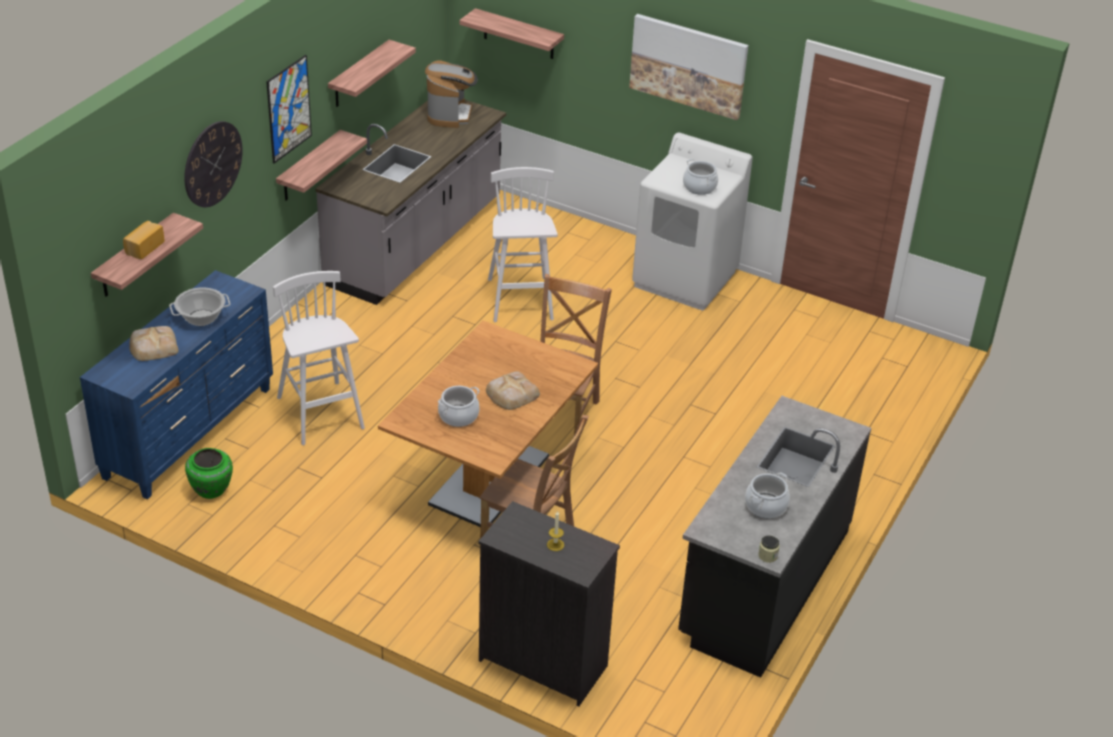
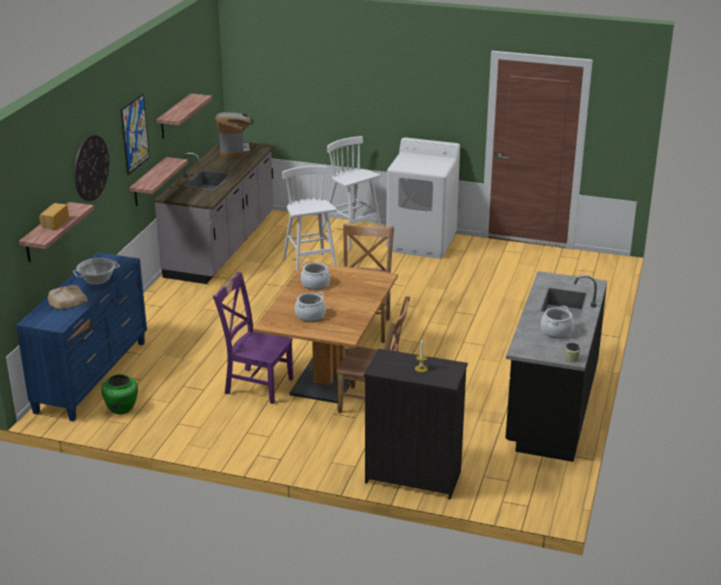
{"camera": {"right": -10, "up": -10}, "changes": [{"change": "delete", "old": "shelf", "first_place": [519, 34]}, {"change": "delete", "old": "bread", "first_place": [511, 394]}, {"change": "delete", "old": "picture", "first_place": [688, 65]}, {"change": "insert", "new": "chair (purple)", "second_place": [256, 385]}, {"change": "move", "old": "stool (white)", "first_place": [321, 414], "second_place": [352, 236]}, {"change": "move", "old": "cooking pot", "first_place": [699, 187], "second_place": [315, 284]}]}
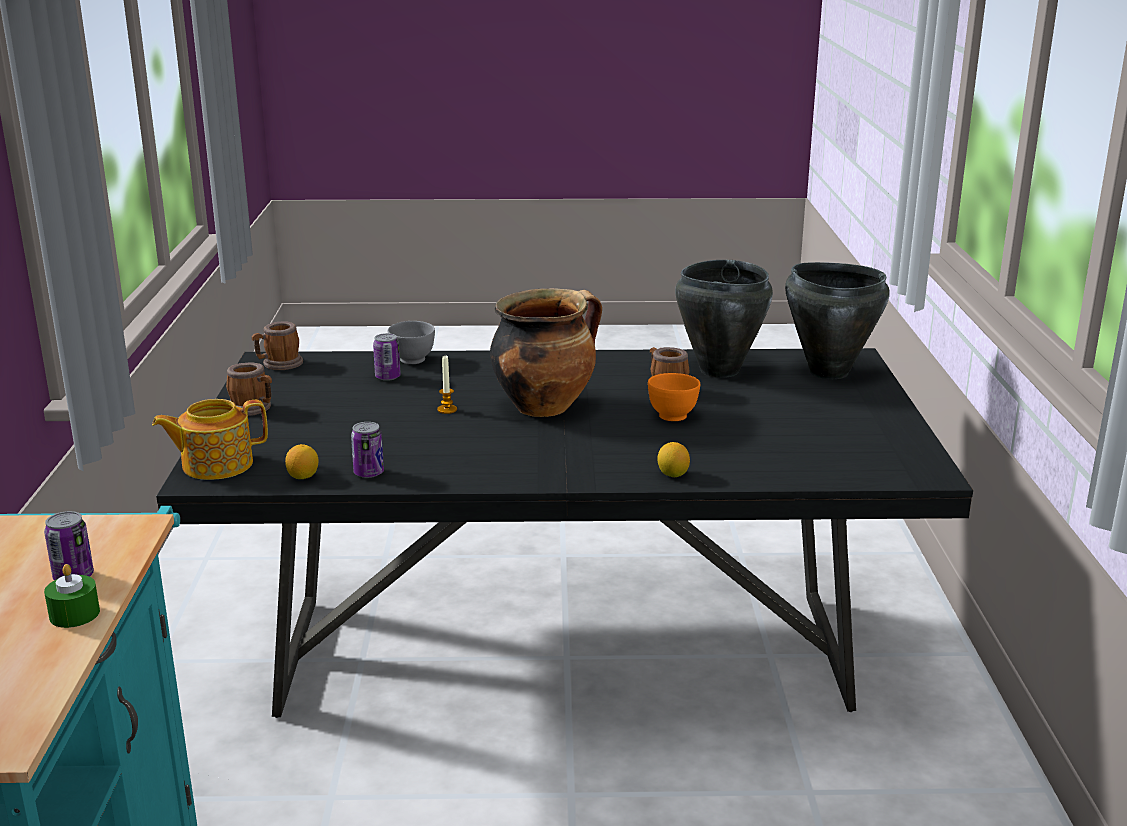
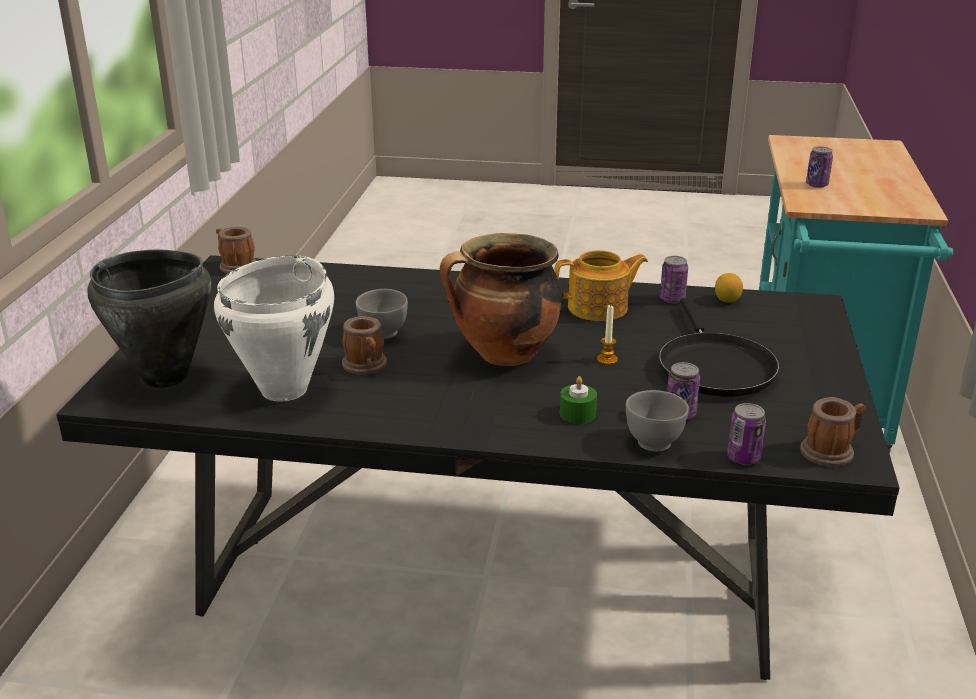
{"camera": {"right": -170, "up": 5}, "changes": [{"change": "delete", "old": "lemon", "first_place": [673, 474]}, {"change": "insert", "new": "frying pan (black)", "second_place": [714, 367]}, {"change": "insert", "new": "can", "second_place": [743, 458]}, {"change": "move", "old": "candle (green)", "first_place": [74, 614], "second_place": [577, 414]}, {"change": "move", "old": "teapot", "first_place": [215, 465], "second_place": [599, 308]}, {"change": "move", "old": "mug", "first_place": [253, 409], "second_place": [235, 266]}, {"change": "recolor", "old": "bowl (orange)", "new": "bowl (grey)", "first_place": [672, 416], "second_place": [383, 333]}, {"change": "recolor", "old": "cooking pot (black)", "new": "cooking pot (white)", "first_place": [718, 371], "second_place": [285, 390]}]}
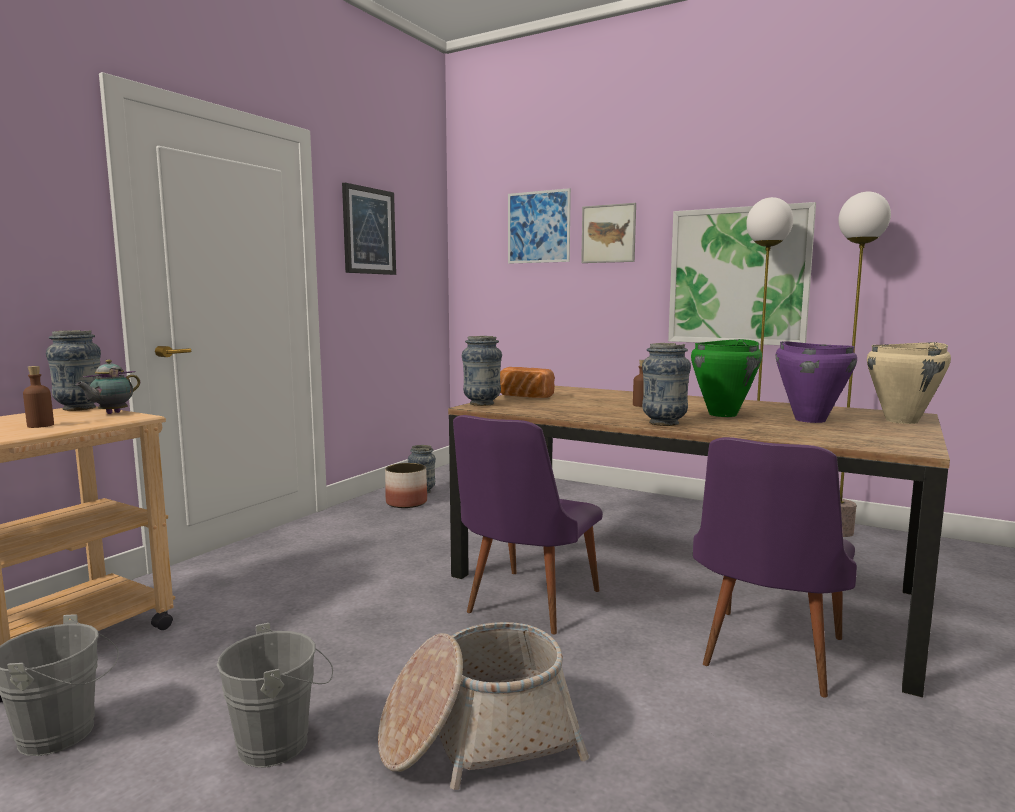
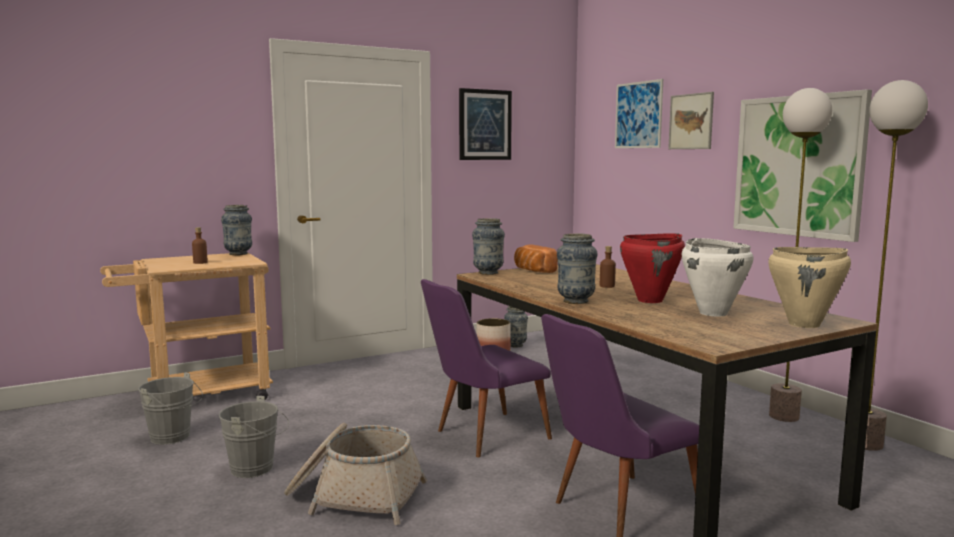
{"camera": {"right": 30, "up": 0}, "changes": [{"change": "delete", "old": "teapot", "first_place": [111, 413]}, {"change": "recolor", "old": "cooking pot (green)", "new": "cooking pot (red)", "first_place": [723, 414], "second_place": [650, 300]}, {"change": "recolor", "old": "cooking pot (purple)", "new": "cooking pot (white)", "first_place": [809, 420], "second_place": [713, 313]}]}
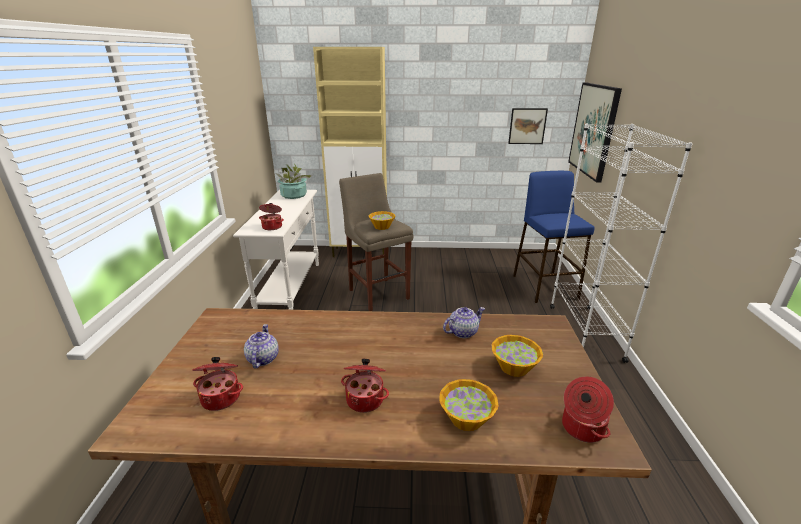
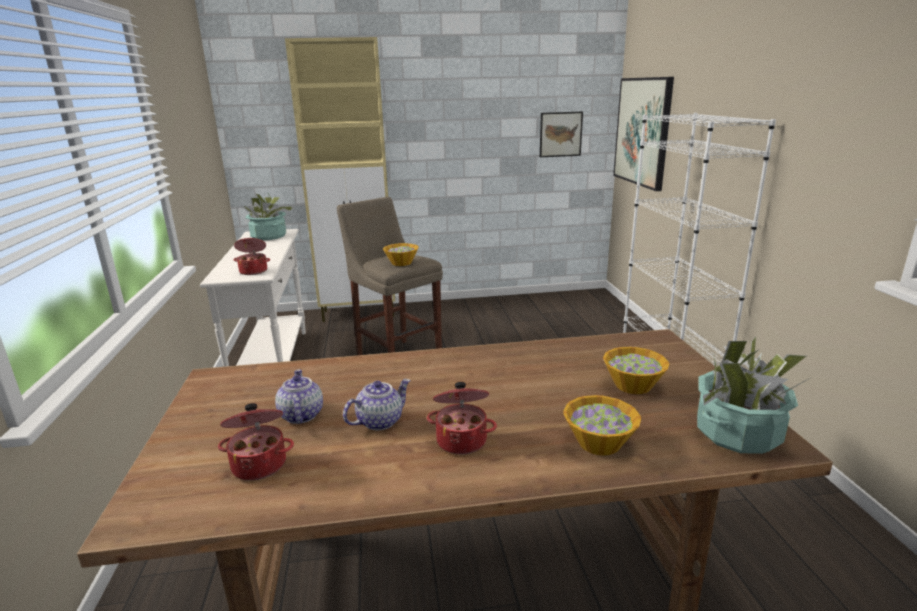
{"camera": {"right": -10, "up": -5}, "changes": [{"change": "delete", "old": "stool (blue)", "first_place": [544, 286]}, {"change": "move", "old": "teapot", "first_place": [463, 332], "second_place": [380, 421]}, {"change": "replace", "old": "cooking pot", "new": "potted plant", "first_place": [581, 428], "second_place": [737, 433]}]}
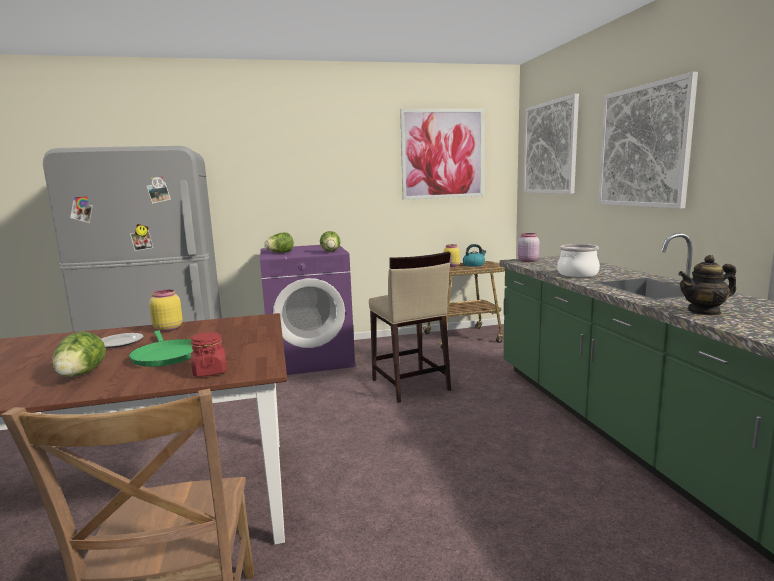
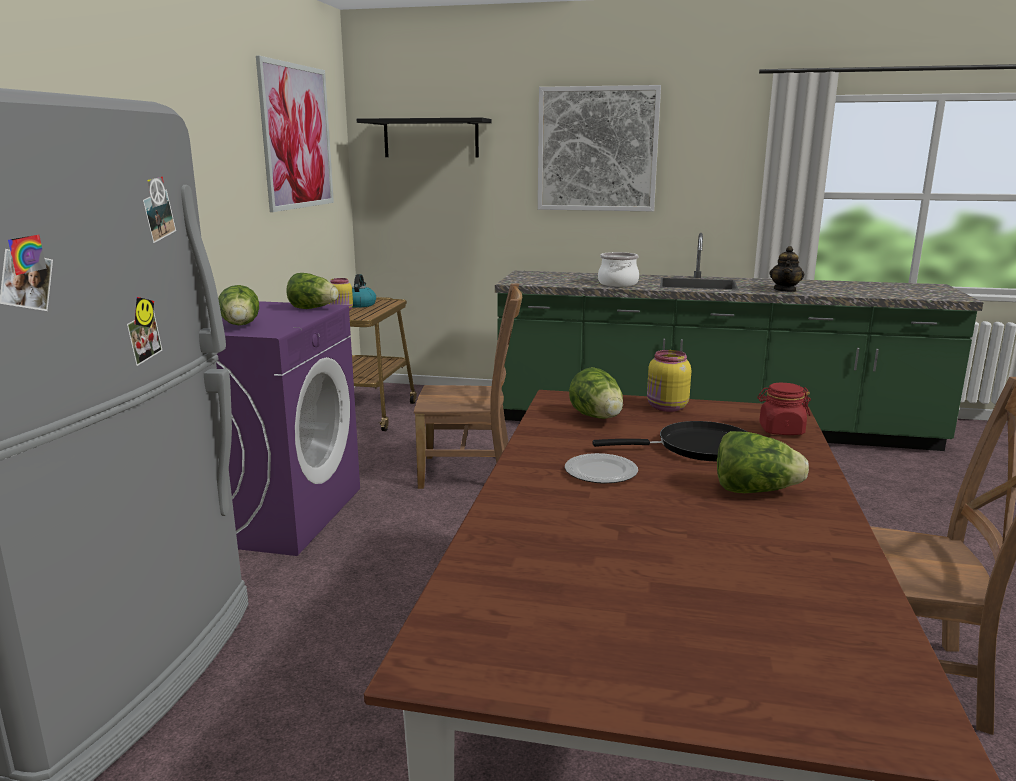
{"camera": {"right": -65, "up": 5}, "changes": [{"change": "delete", "old": "jar (pink)", "first_place": [527, 261]}, {"change": "insert", "new": "lettuce", "second_place": [598, 418]}, {"change": "move", "old": "jar (yellow)", "first_place": [167, 328], "second_place": [666, 408]}, {"change": "replace", "old": "stool (beige)", "new": "chair (brown)", "first_place": [410, 385], "second_place": [471, 472]}, {"change": "replace", "old": "picture", "new": "shelf (black)", "first_place": [550, 148], "second_place": [431, 138]}, {"change": "recolor", "old": "frying pan (green)", "new": "frying pan (black)", "first_place": [165, 355], "second_place": [698, 447]}]}
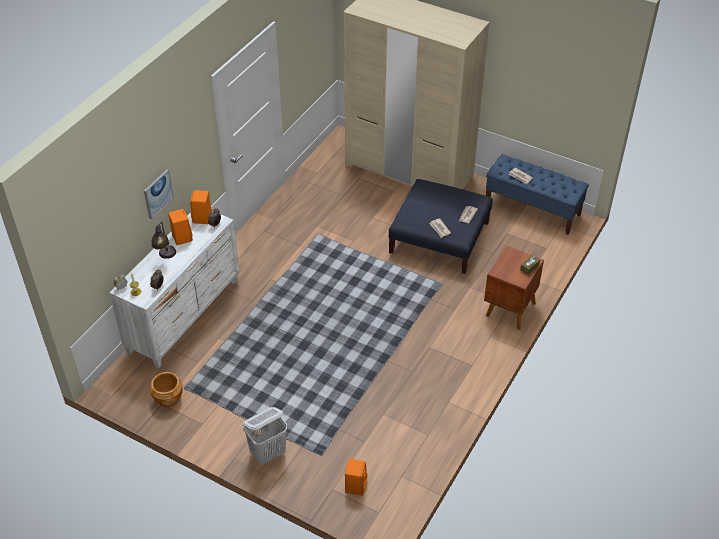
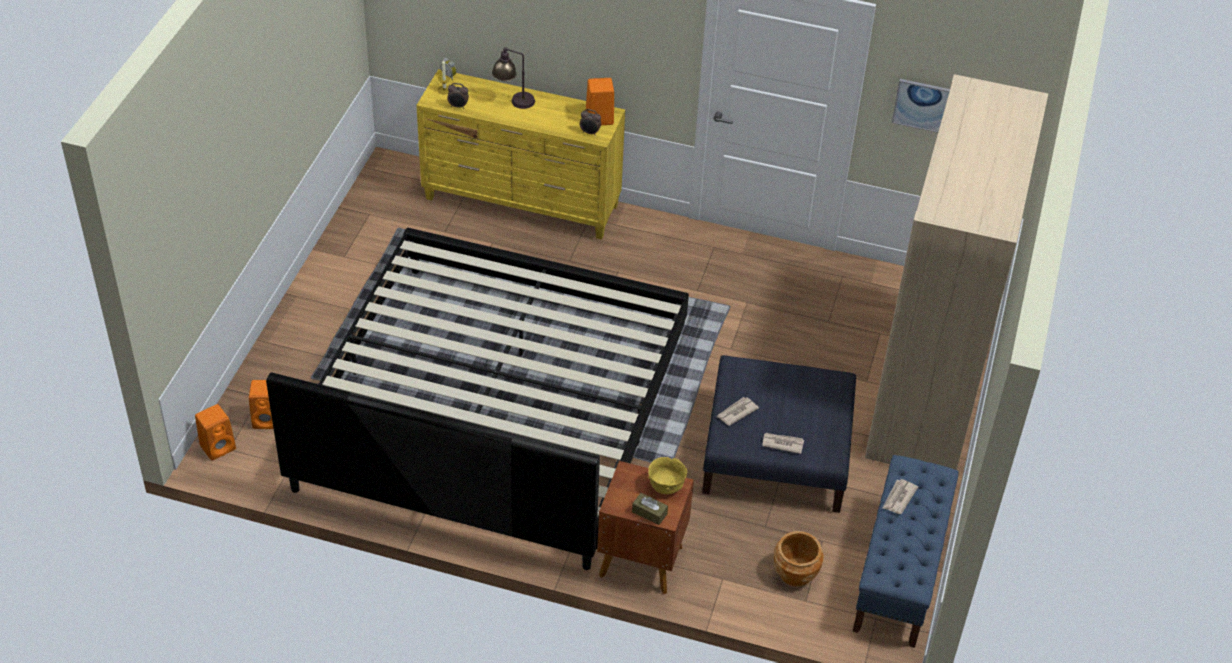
{"camera": {"right": 75, "up": 0}, "changes": [{"change": "delete", "old": "laundry basket (white)", "first_place": [268, 453]}, {"change": "insert", "new": "bed", "second_place": [493, 409]}, {"change": "insert", "new": "bowl (yellow)", "second_place": [666, 487]}, {"change": "move", "old": "picture", "first_place": [158, 193], "second_place": [922, 105]}, {"change": "move", "old": "planter (brown)", "first_place": [168, 398], "second_place": [795, 573]}, {"change": "move", "old": "speaker (orange)", "first_place": [181, 237], "second_place": [219, 446]}, {"change": "recolor", "old": "dresser (white)", "new": "dresser (yellow)", "first_place": [185, 316], "second_place": [522, 203]}]}
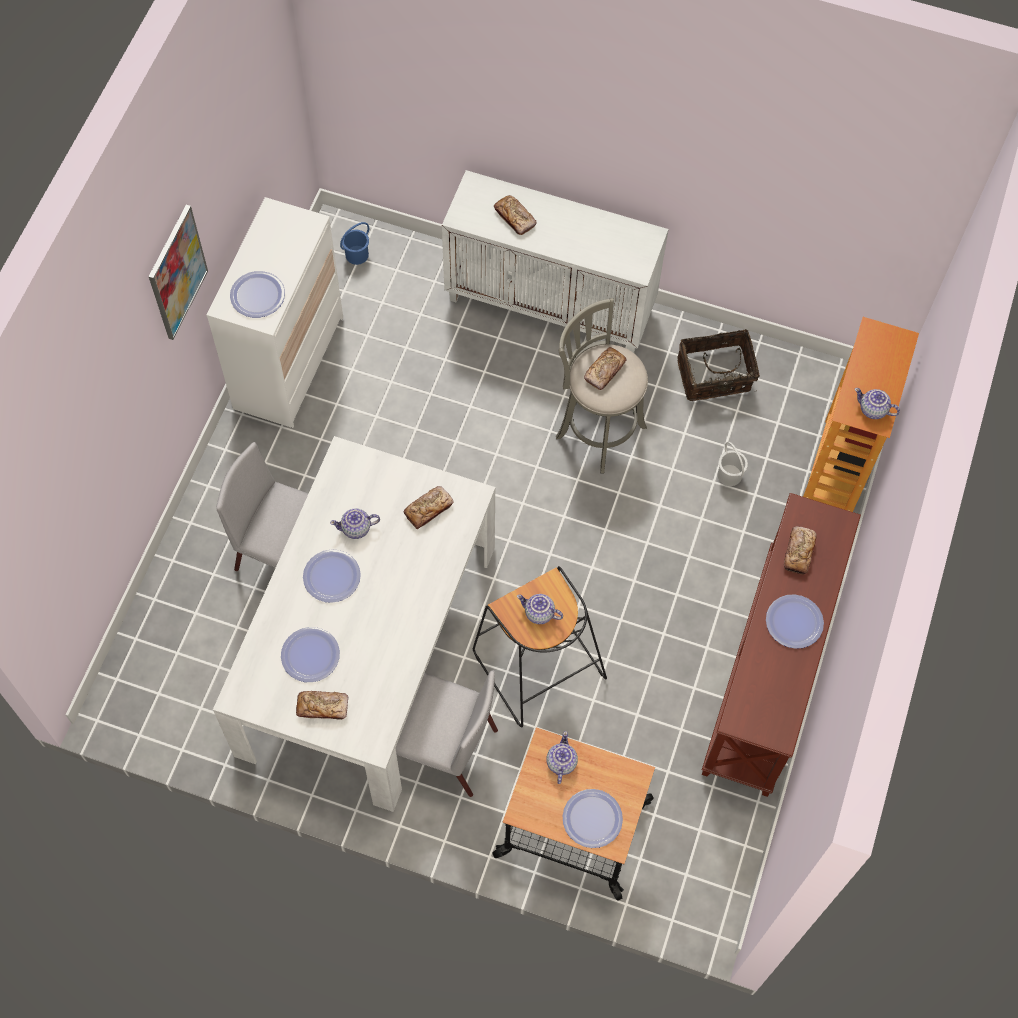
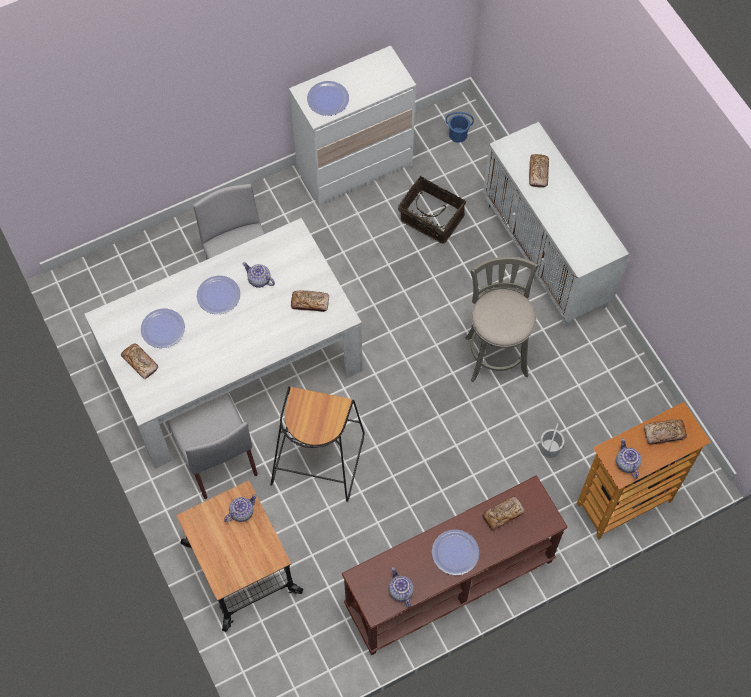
{"camera": {"right": 45, "up": 0}, "changes": [{"change": "delete", "old": "picture", "first_place": [177, 272]}, {"change": "delete", "old": "plate", "first_place": [592, 819]}, {"change": "move", "old": "teapot", "first_place": [538, 614], "second_place": [400, 591]}, {"change": "move", "old": "bread", "first_place": [605, 371], "second_place": [664, 434]}, {"change": "move", "old": "basket", "first_place": [714, 377], "second_place": [431, 219]}]}
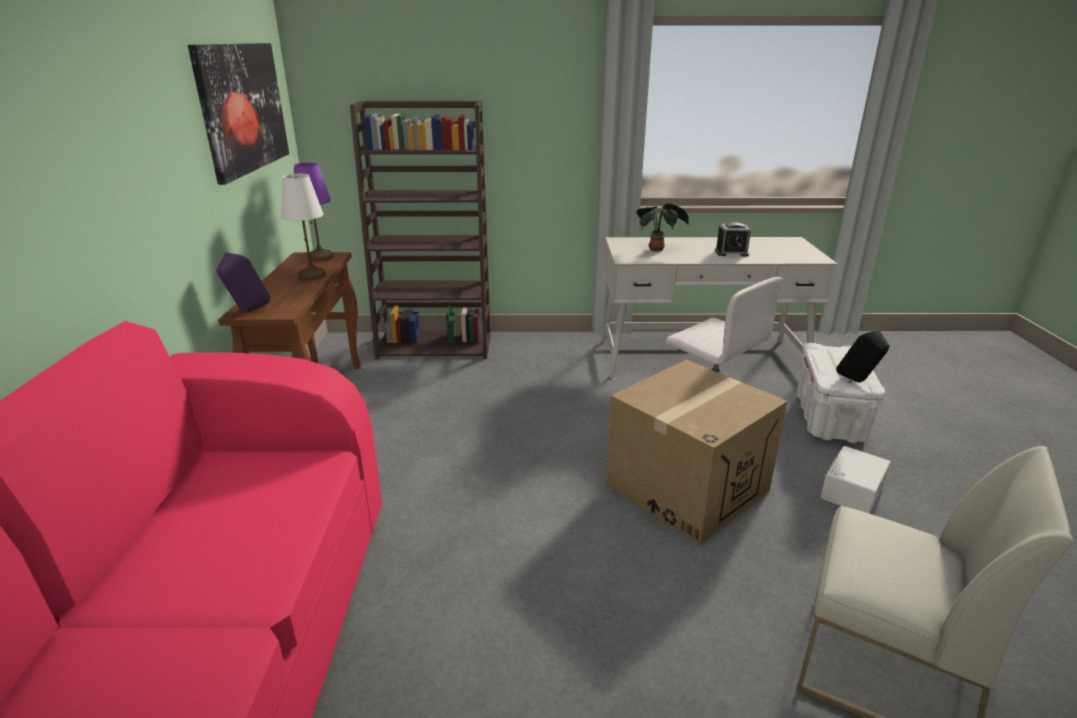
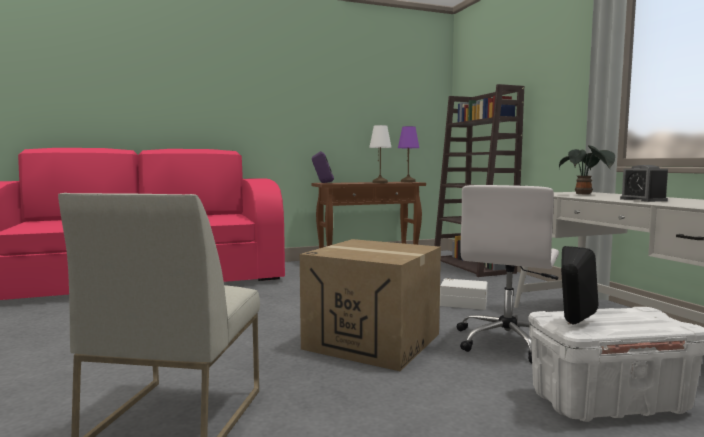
{"camera": {"right": 70, "up": -20}, "changes": [{"change": "delete", "old": "picture", "first_place": [243, 108]}, {"change": "move", "old": "storage box (white)", "first_place": [850, 490], "second_place": [463, 303]}]}
